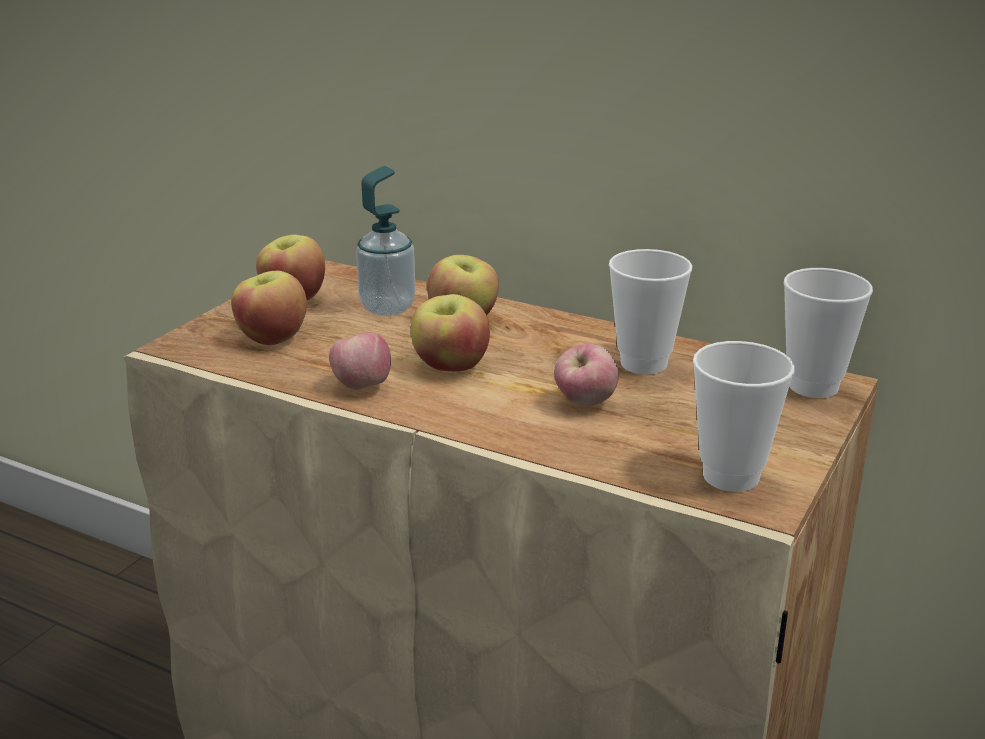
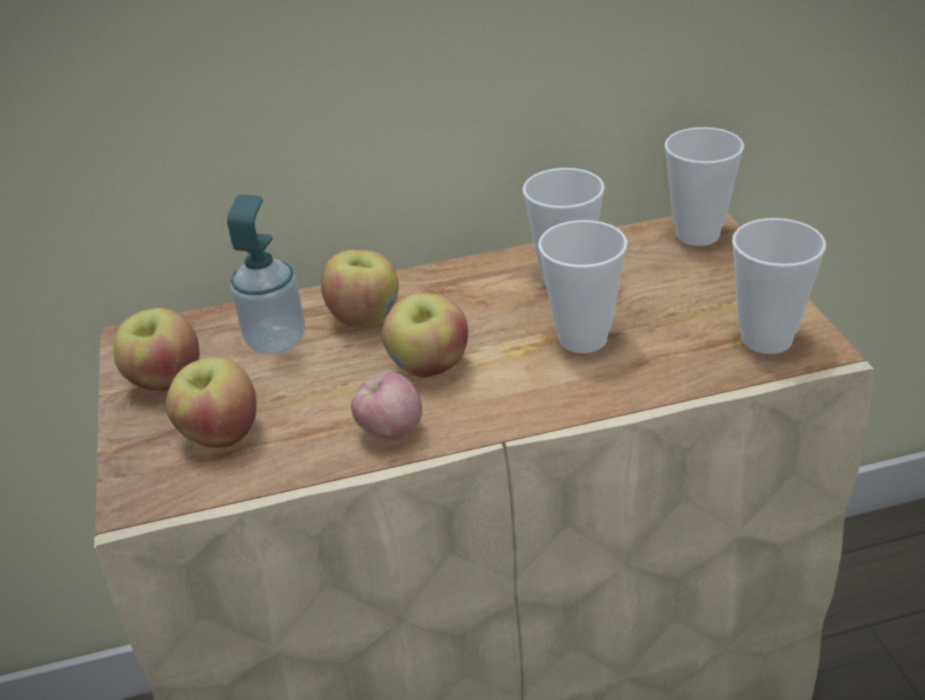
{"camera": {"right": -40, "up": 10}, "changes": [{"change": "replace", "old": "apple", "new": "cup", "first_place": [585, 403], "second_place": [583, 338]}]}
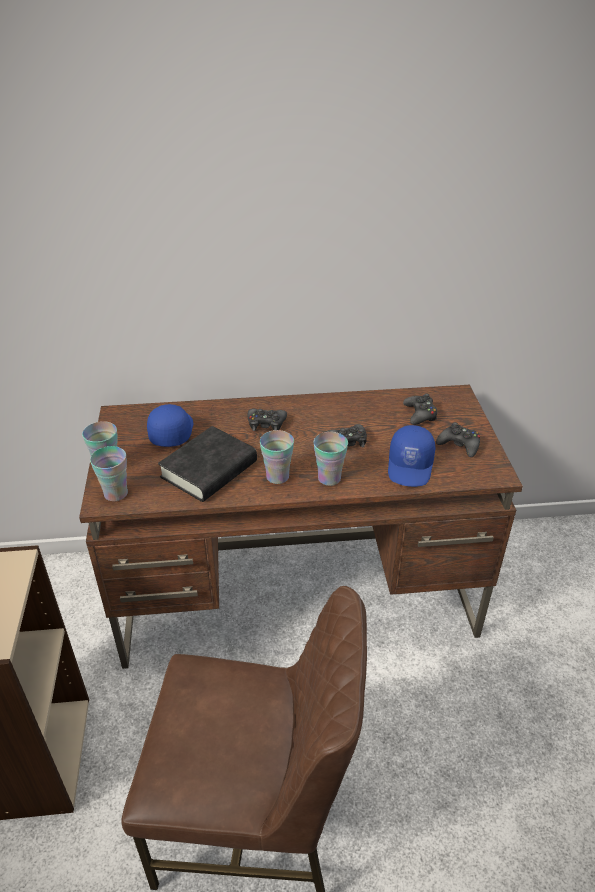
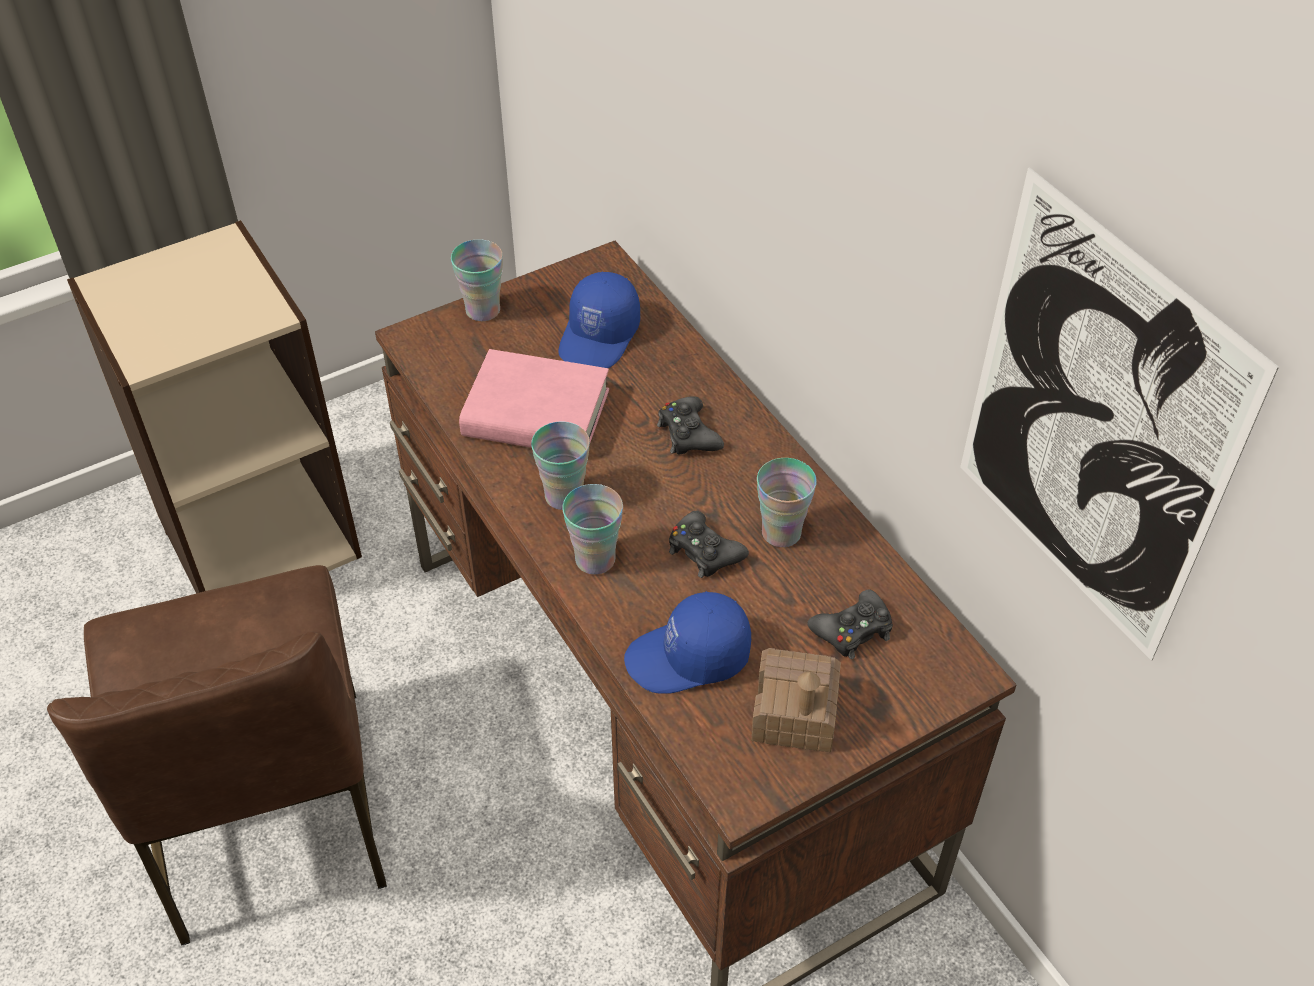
{"camera": {"right": 65, "up": 10}, "changes": [{"change": "insert", "new": "picture", "second_place": [1093, 425]}, {"change": "move", "old": "cup", "first_place": [116, 493], "second_place": [781, 532]}, {"change": "replace", "old": "game controller (black)", "new": "toy house", "first_place": [459, 445], "second_place": [794, 714]}, {"change": "recolor", "old": "book (black)", "new": "book (pink)", "first_place": [209, 470], "second_place": [536, 414]}, {"change": "rotate", "old": "cap (blue)", "first_place": [171, 431], "second_place": [600, 337], "degrees": 135}]}
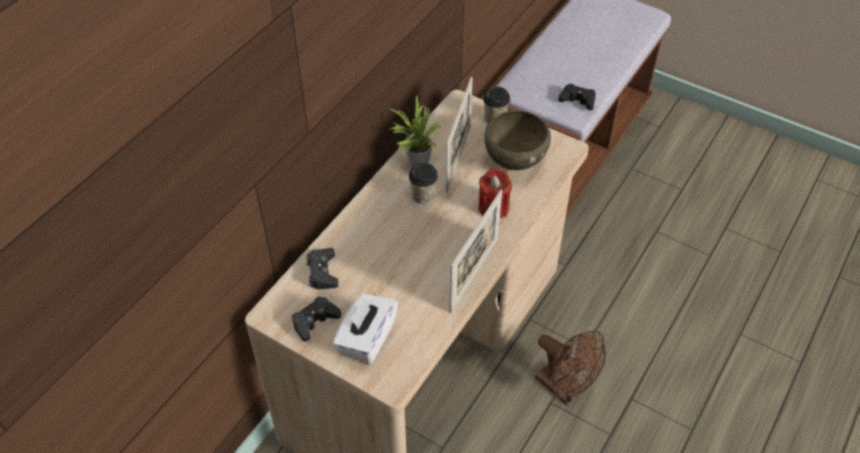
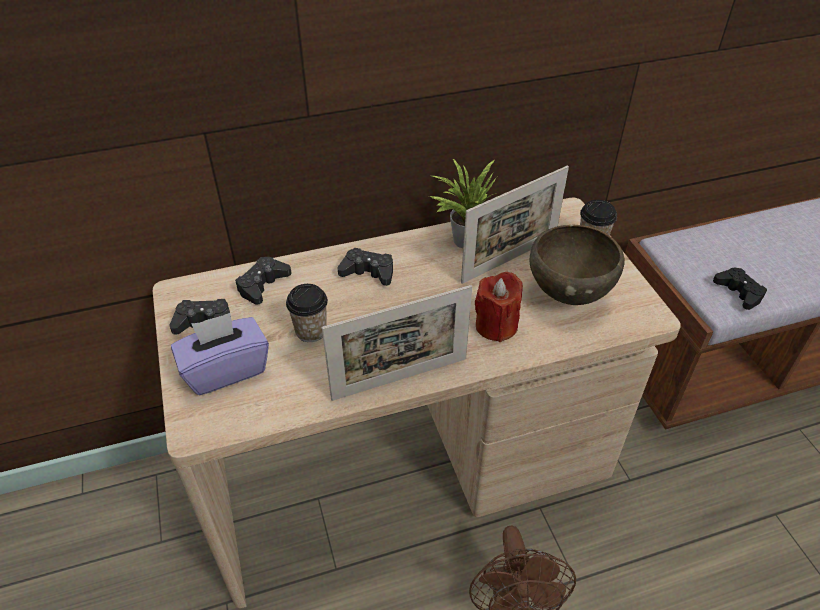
{"camera": {"right": 40, "up": -5}, "changes": [{"change": "insert", "new": "game controller (black)", "second_place": [368, 272]}, {"change": "move", "old": "cup", "first_place": [423, 196], "second_place": [311, 331]}, {"change": "recolor", "old": "tissue box (white)", "new": "tissue box (purple)", "first_place": [366, 339], "second_place": [226, 369]}]}
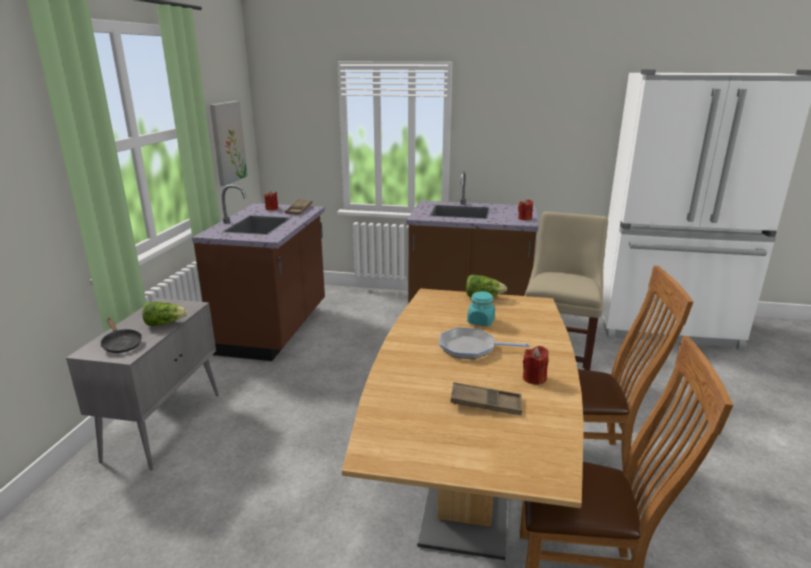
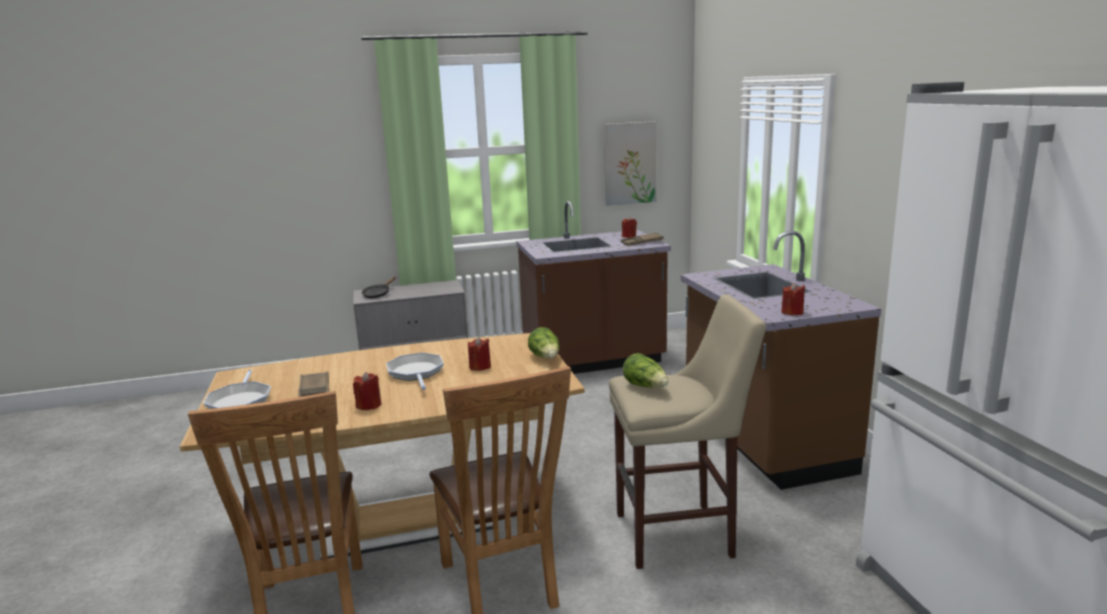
{"camera": {"right": 65, "up": -5}, "changes": [{"change": "insert", "new": "frying pan", "second_place": [240, 401]}, {"change": "move", "old": "lettuce", "first_place": [165, 323], "second_place": [646, 386]}, {"change": "replace", "old": "jar (turquoise)", "new": "candle (red)", "first_place": [480, 321], "second_place": [480, 367]}]}
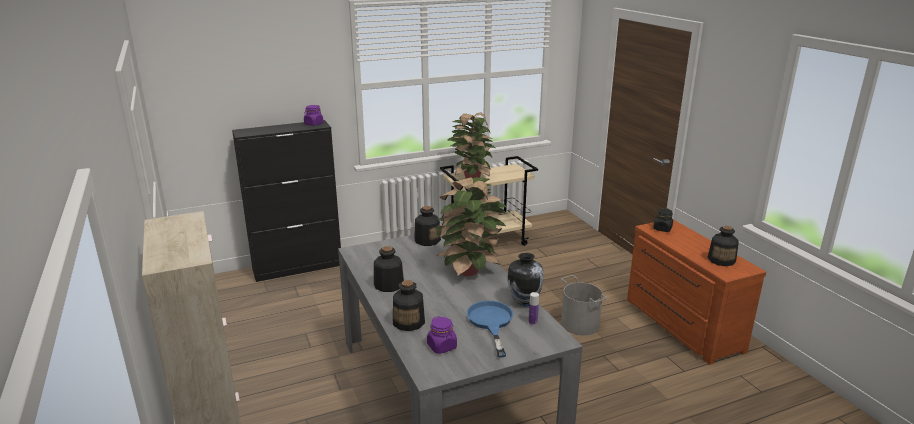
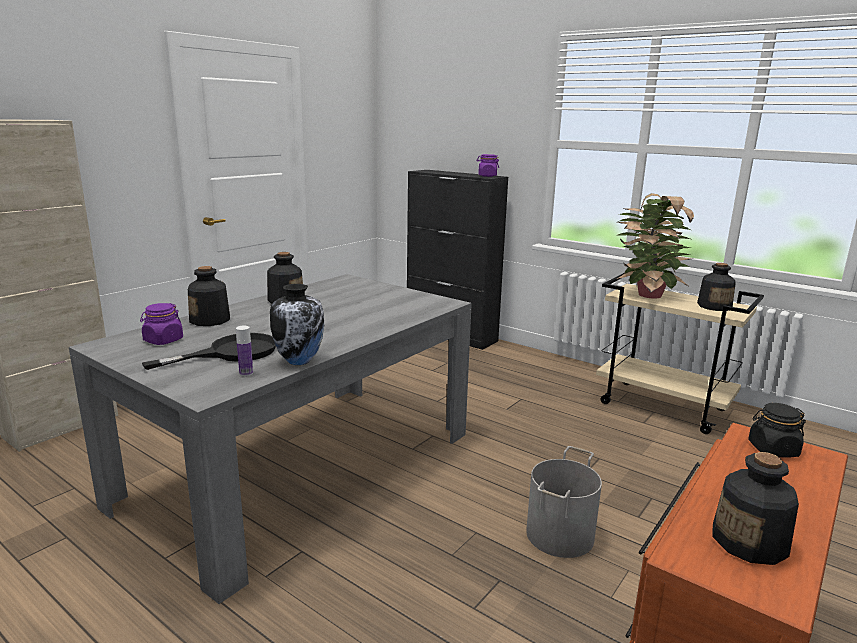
{"camera": {"right": 60, "up": -5}, "changes": [{"change": "delete", "old": "potted plant", "first_place": [470, 271]}, {"change": "move", "old": "bottle", "first_place": [427, 240], "second_place": [714, 306]}, {"change": "recolor", "old": "frying pan (blue)", "new": "frying pan (black)", "first_place": [491, 322], "second_place": [231, 353]}]}
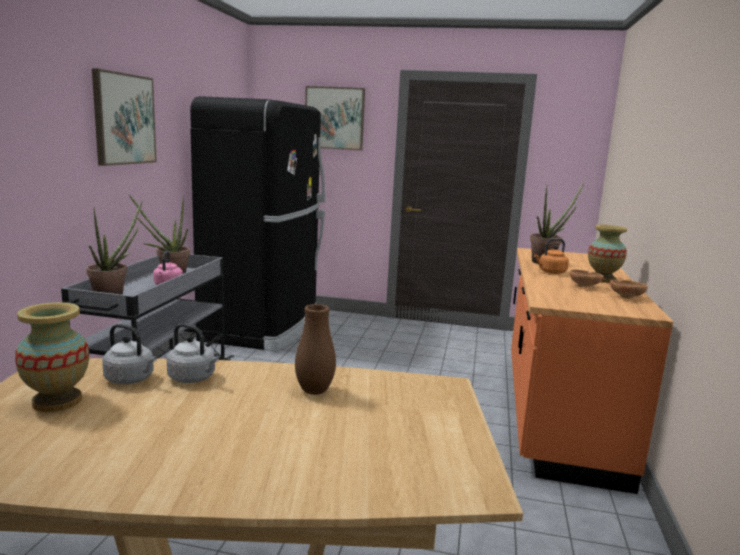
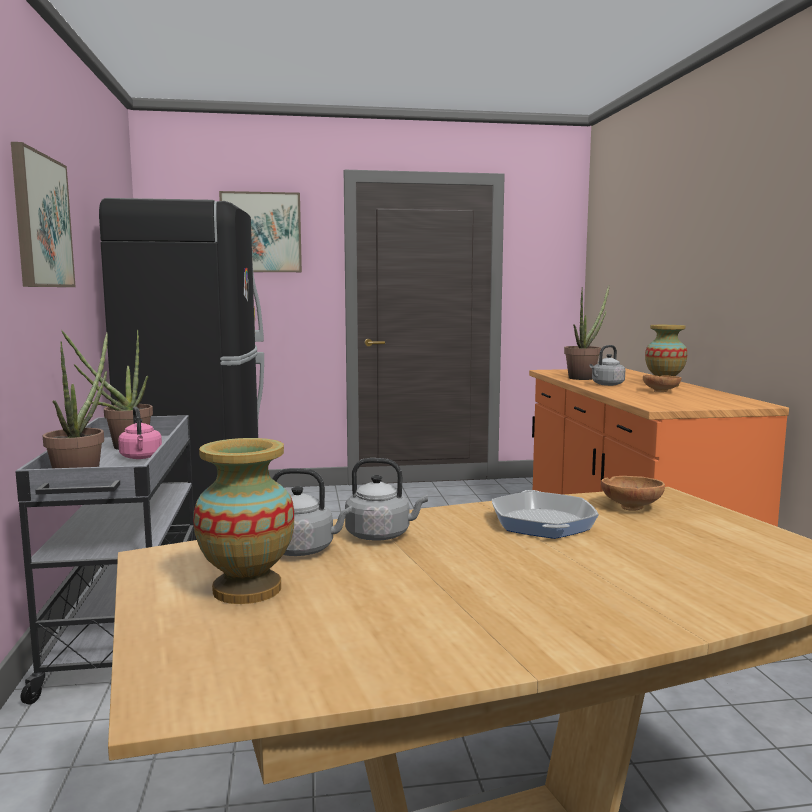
{"camera": {"right": -20, "up": -5}, "changes": [{"change": "move", "old": "bowl (brown)", "first_place": [626, 297], "second_place": [631, 506]}, {"change": "replace", "old": "vase (brown)", "new": "frying pan", "first_place": [314, 391], "second_place": [542, 522]}, {"change": "recolor", "old": "kettle (orange)", "new": "kettle (grey)", "first_place": [550, 272], "second_place": [606, 384]}]}
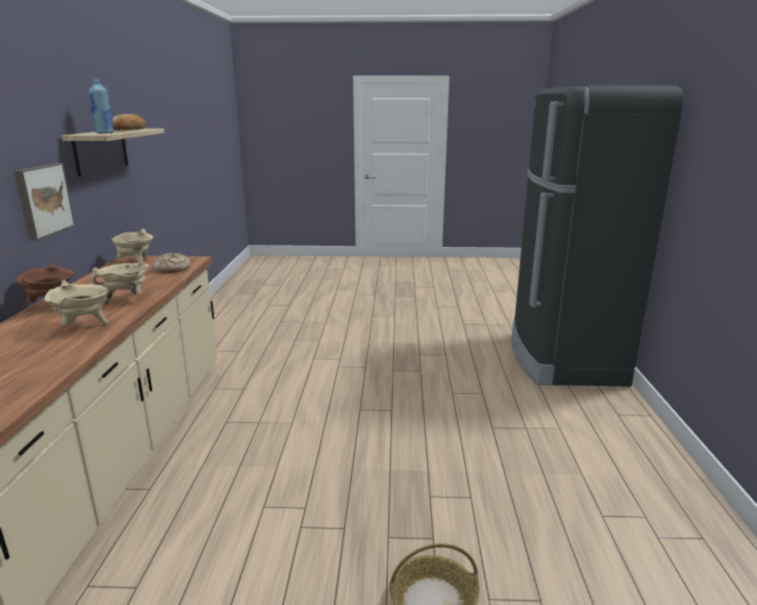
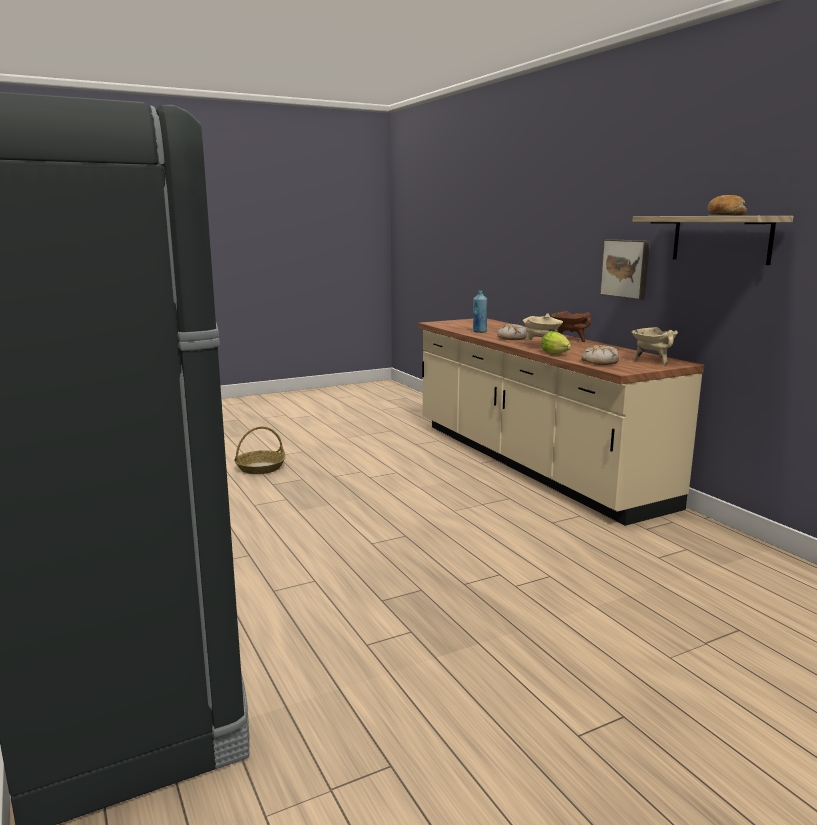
{"camera": {"right": 150, "up": -5}, "changes": [{"change": "insert", "new": "lettuce", "second_place": [556, 354]}, {"change": "move", "old": "bottle (blue)", "first_place": [104, 133], "second_place": [479, 331]}, {"change": "replace", "old": "cooking pot (beige)", "new": "bread", "first_place": [83, 326], "second_place": [512, 338]}]}
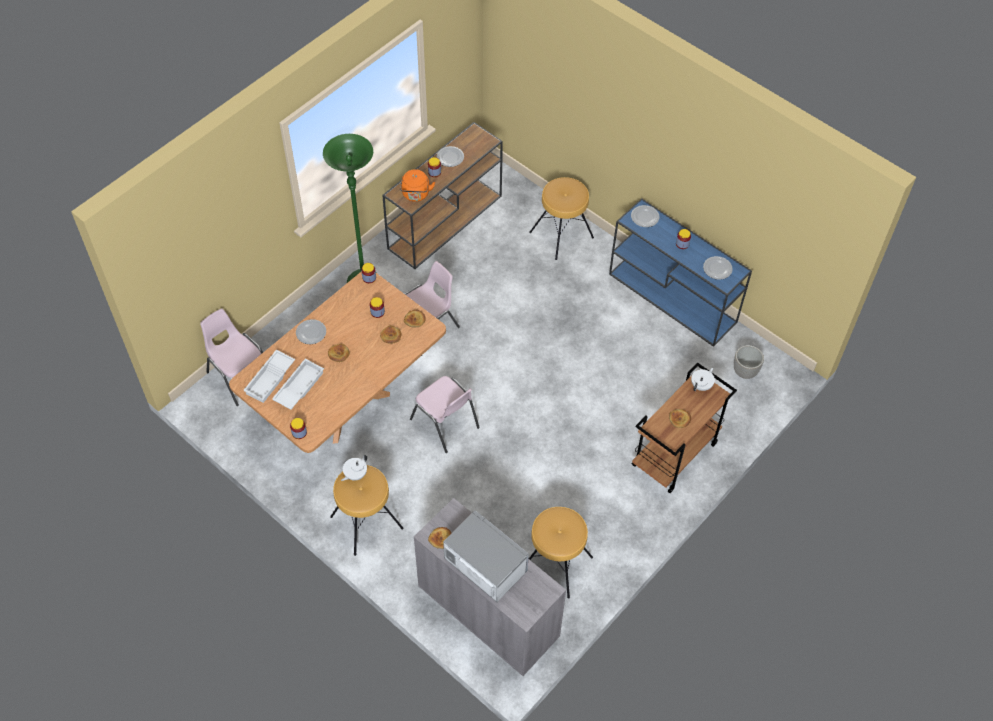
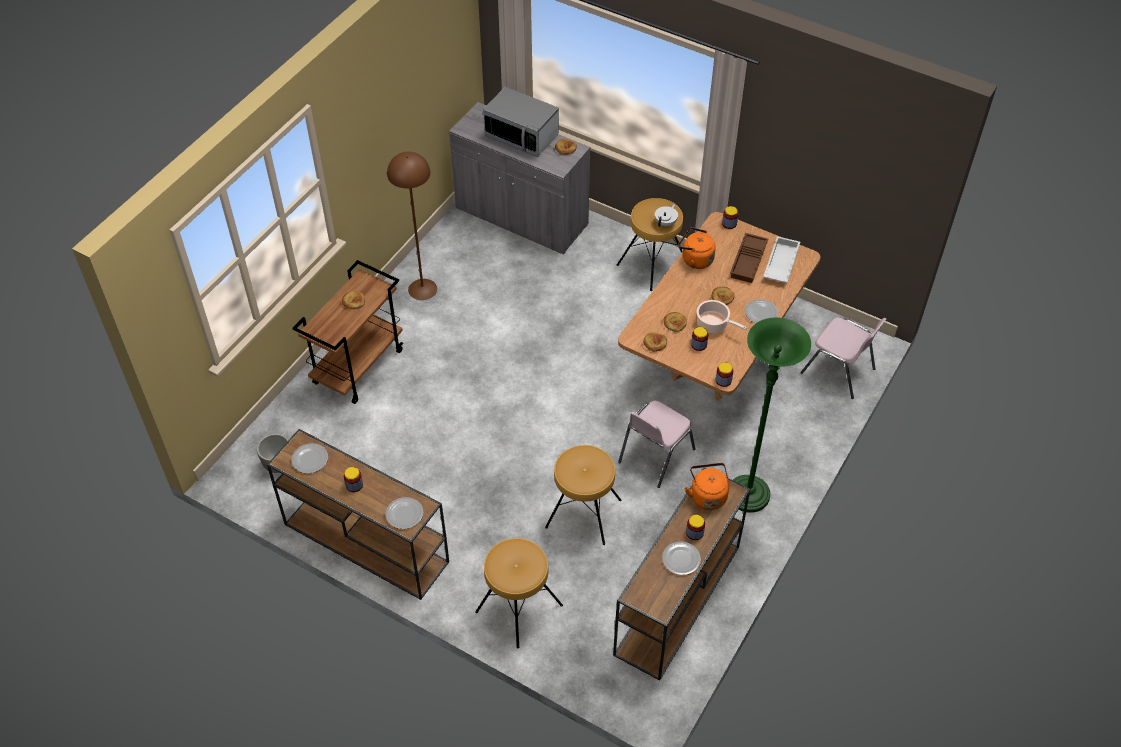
{"camera": {"right": 170, "up": -5}, "changes": [{"change": "delete", "old": "chair (pink)", "first_place": [445, 424]}, {"change": "delete", "old": "teapot (white)", "first_place": [701, 385]}, {"change": "insert", "new": "floor lamp (brown)", "second_place": [422, 289]}, {"change": "insert", "new": "kettle (orange)", "second_place": [695, 259]}, {"change": "insert", "new": "cooking pot", "second_place": [713, 325]}, {"change": "move", "old": "stool (brown)", "first_place": [556, 563], "second_place": [583, 514]}, {"change": "recolor", "old": "tray (white)", "new": "tray (brown)", "first_place": [298, 386], "second_place": [749, 261]}, {"change": "recolor", "old": "console table (blue)", "new": "console table (brown)", "first_place": [673, 298], "second_place": [364, 542]}]}
